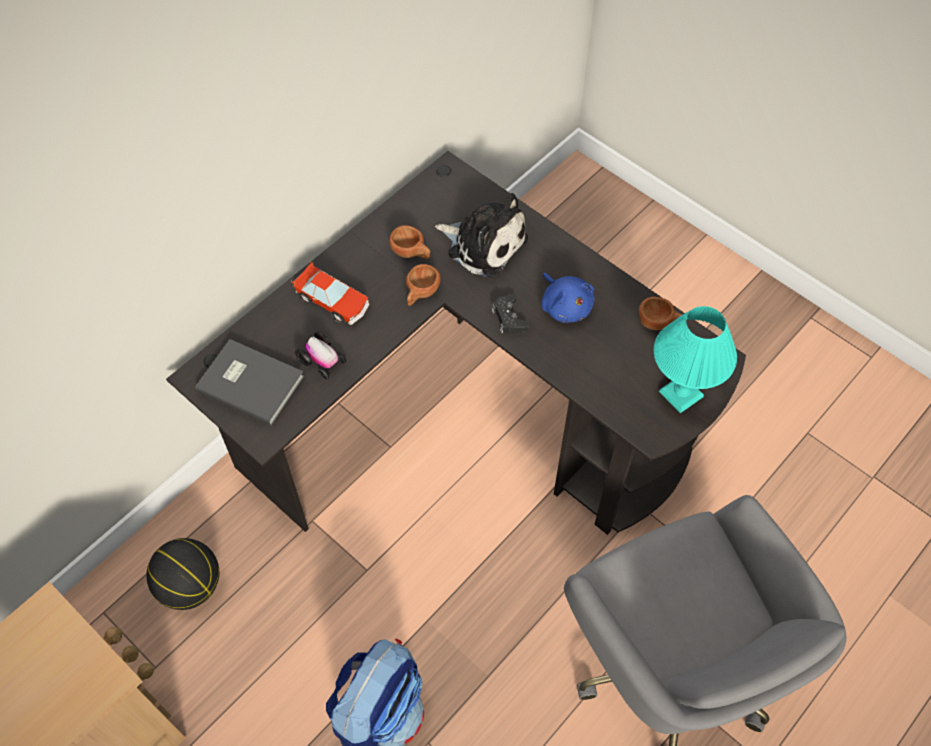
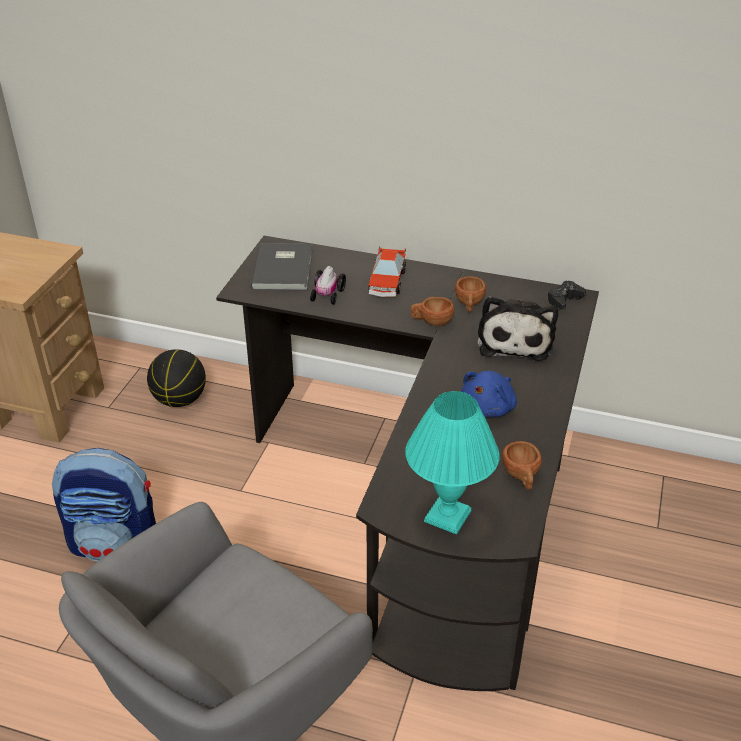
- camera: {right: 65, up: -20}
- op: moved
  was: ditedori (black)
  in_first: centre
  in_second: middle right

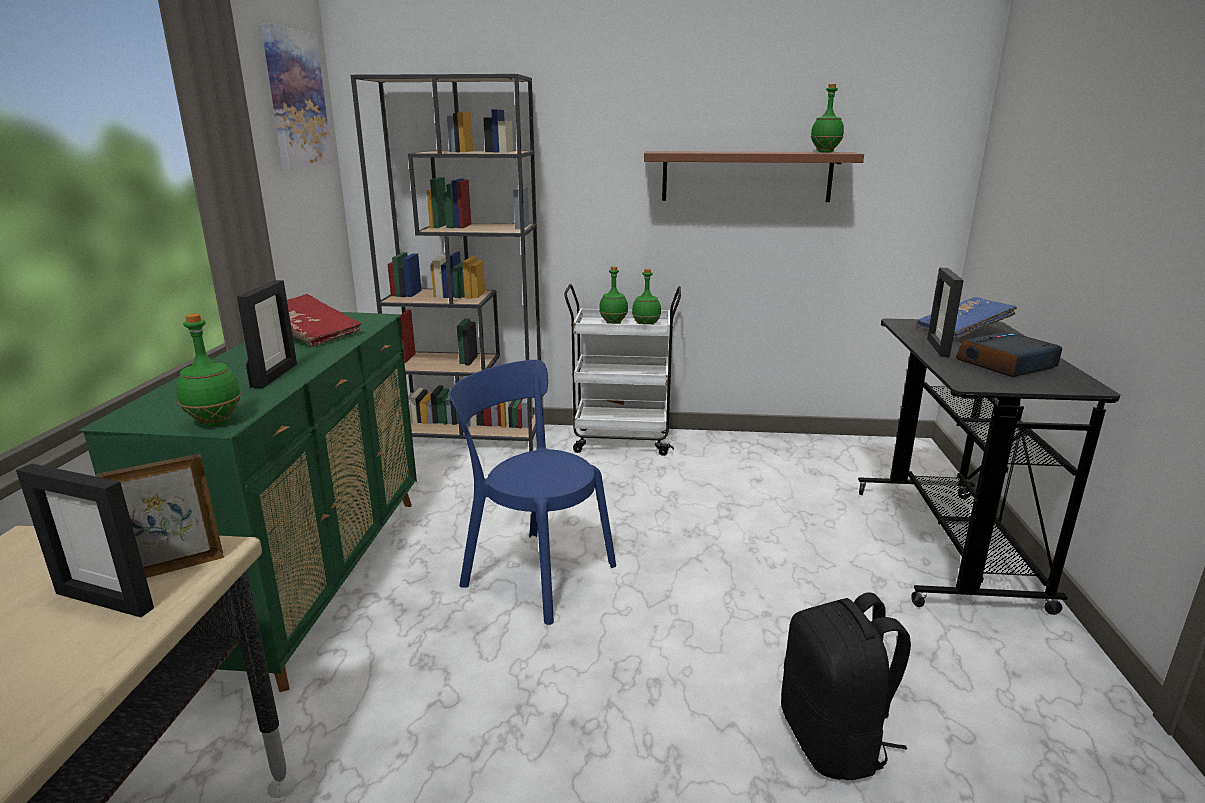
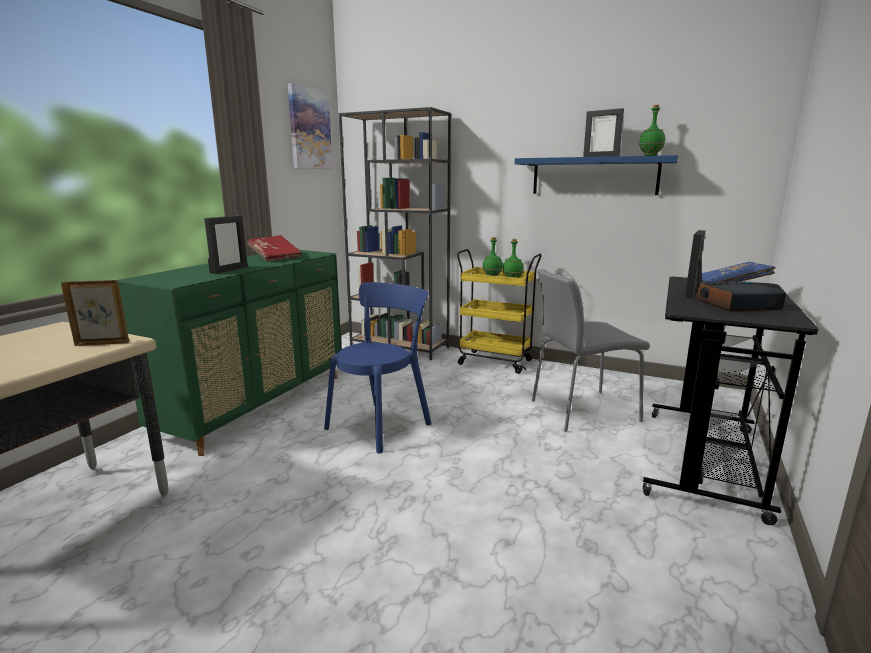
- camera: {right: 20, up: -5}
- op: turned
  was: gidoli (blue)
  in_first: centre
  in_second: centre
  clockwise: 75
- op: recoloured
  was: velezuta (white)
  now: velezuta (yellow)
  in_first: centre
  in_second: centre
- op: recoloured
  was: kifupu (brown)
  now: kifupu (blue)
  in_first: top centre
  in_second: top right
- op: added
  now: gidoli (grey)
  in_second: middle right
- op: moved
  was: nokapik (1st from left in the first image)
  now: nokapik (3rd from left)
  in_first: bottom left
  in_second: top right
- op: removed
  was: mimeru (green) (1st from left)
  in_first: middle left
- op: removed
  was: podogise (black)
  in_first: bottom right

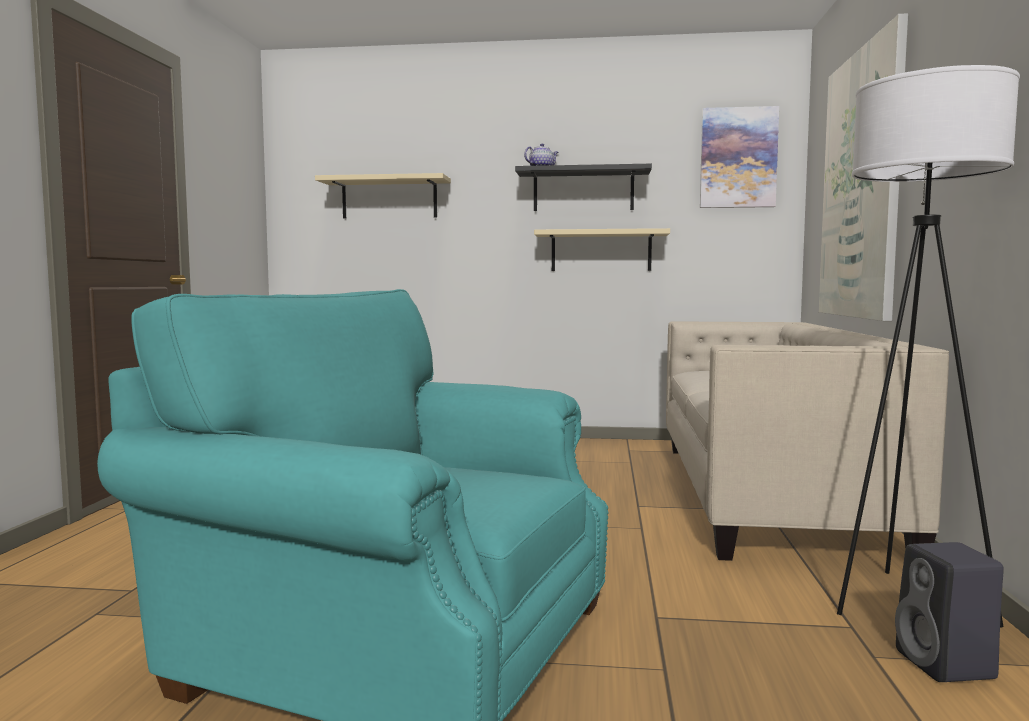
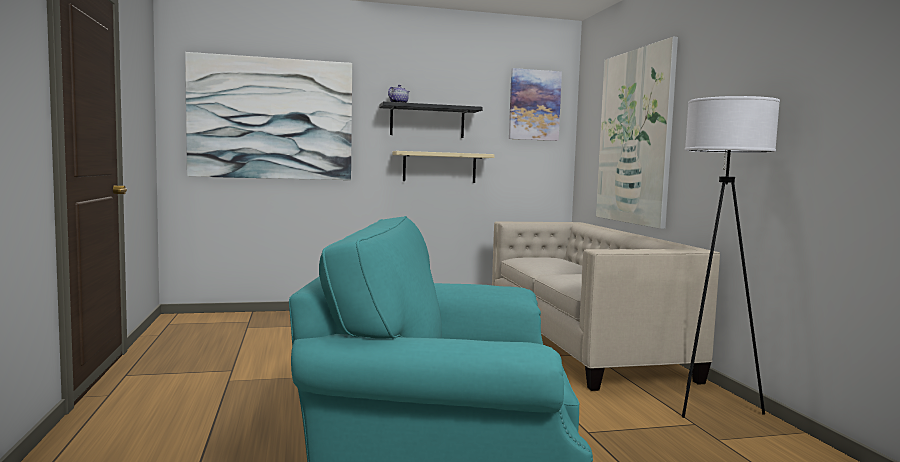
- camera: {right: -20, up: 0}
- op: replaced
  was: kifupu (beige) (1st from left)
  now: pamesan (1st from left)
  in_first: top centre
  in_second: top left
- op: removed
  was: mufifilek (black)
  in_first: bottom right

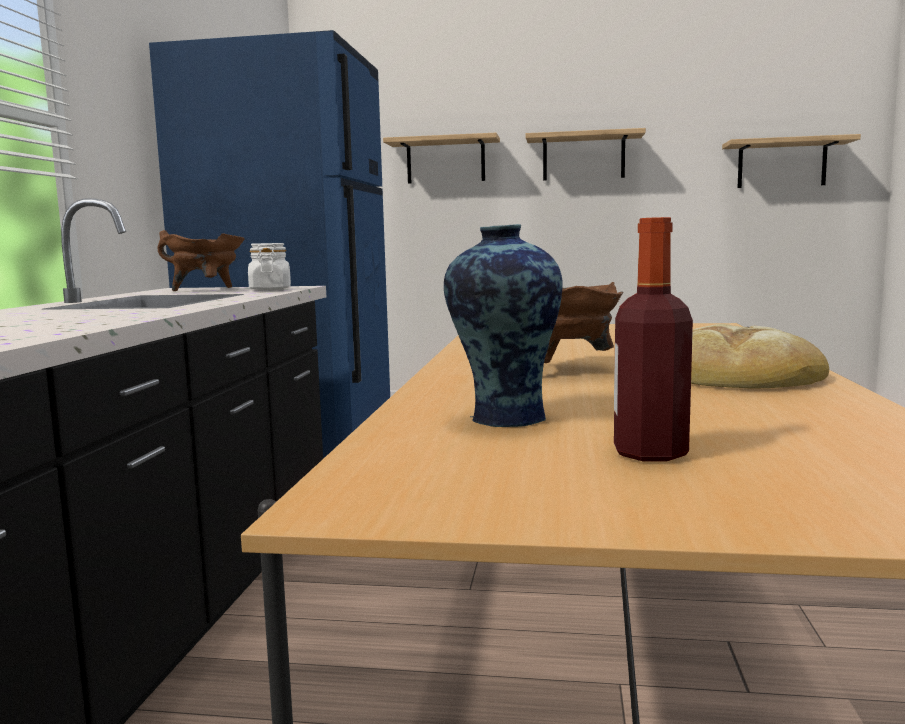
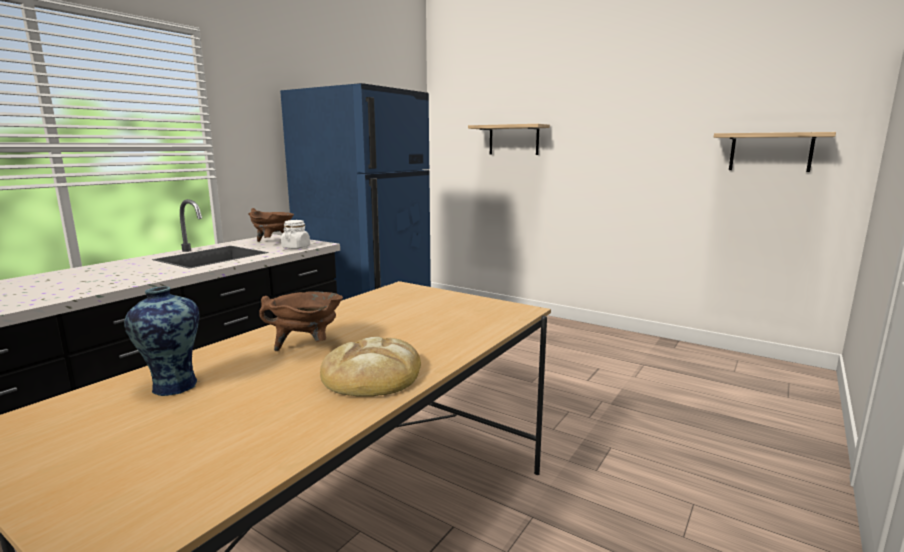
- camera: {right: 25, up: 5}
- op: removed
  was: kifupu (2nd from left)
  in_first: top centre
- op: removed
  was: mimeru
  in_first: middle right

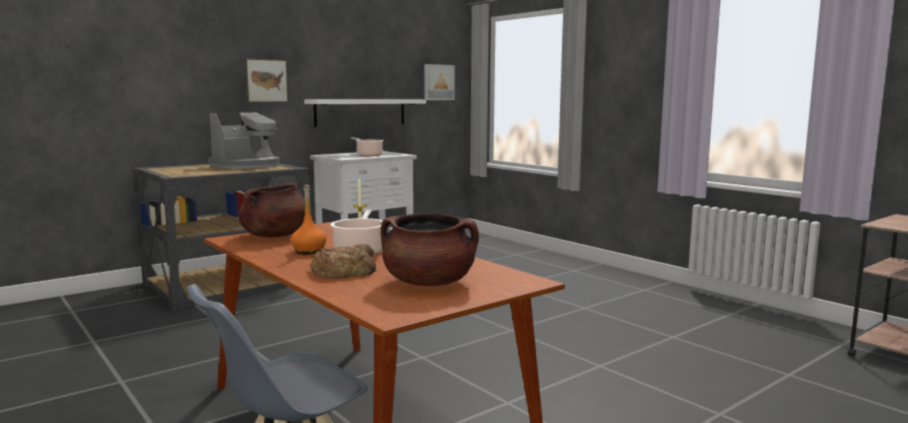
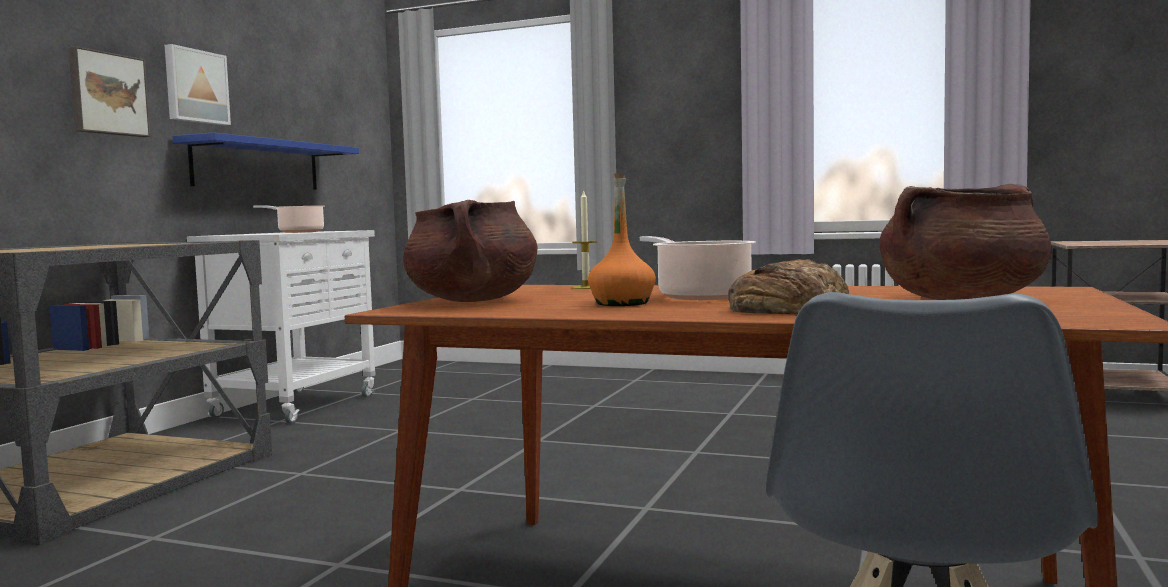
- camera: {right: -30, up: -5}
- op: moved
  was: pamesan (2nd from left)
  in_first: top centre
  in_second: top left
- op: recoloured
  was: kifupu (white)
  now: kifupu (blue)
  in_first: top centre
  in_second: top left
- op: removed
  was: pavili
  in_first: middle left

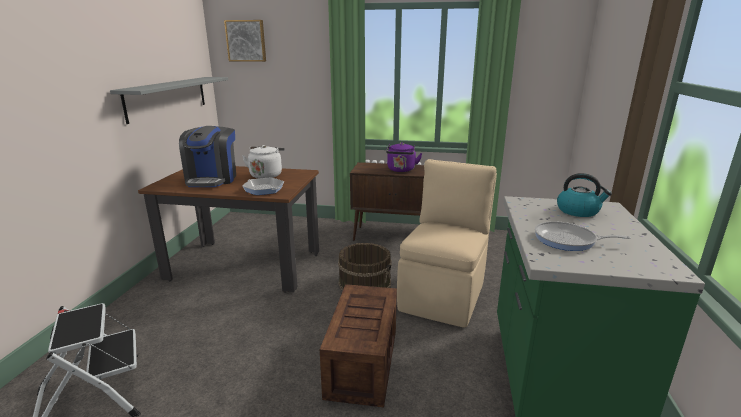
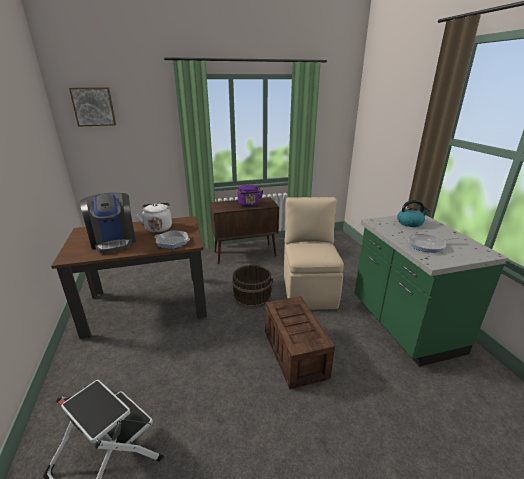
- camera: {right: -25, up: 5}
- op: removed
  was: kifupu (grey)
  in_first: top left

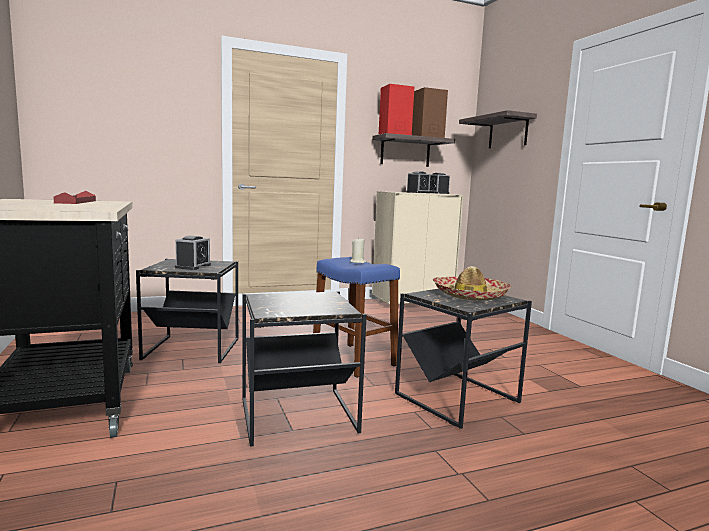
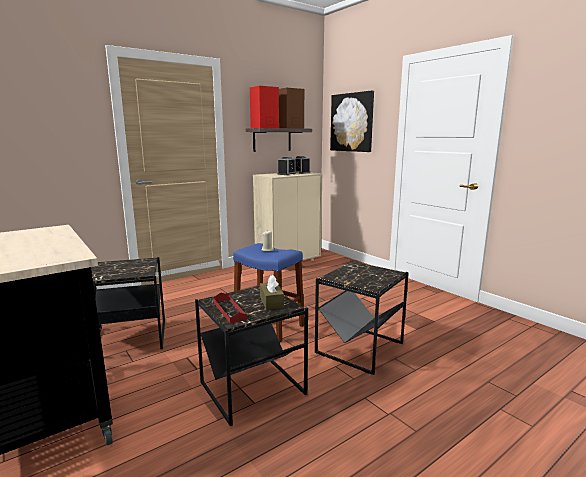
- camera: {right: -15, up: 5}
- op: moved
  was: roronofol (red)
  in_first: middle left
  in_second: centre
- op: added
  now: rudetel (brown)
  in_second: centre
- op: replaced
  was: kifupu (2nd from left)
  now: pamesan
  in_first: top right
  in_second: top centre
- op: removed
  was: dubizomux (1st from left)
  in_first: middle left
- op: removed
  was: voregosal
  in_first: centre

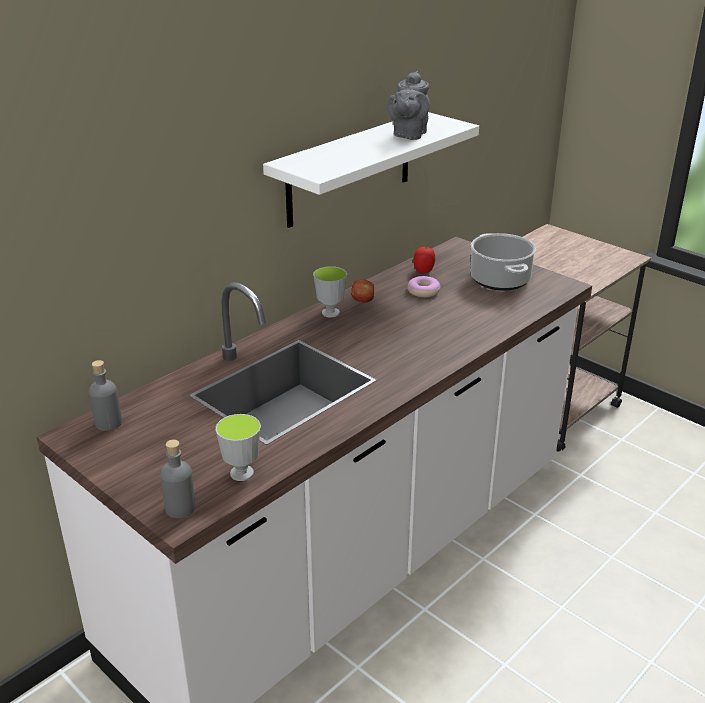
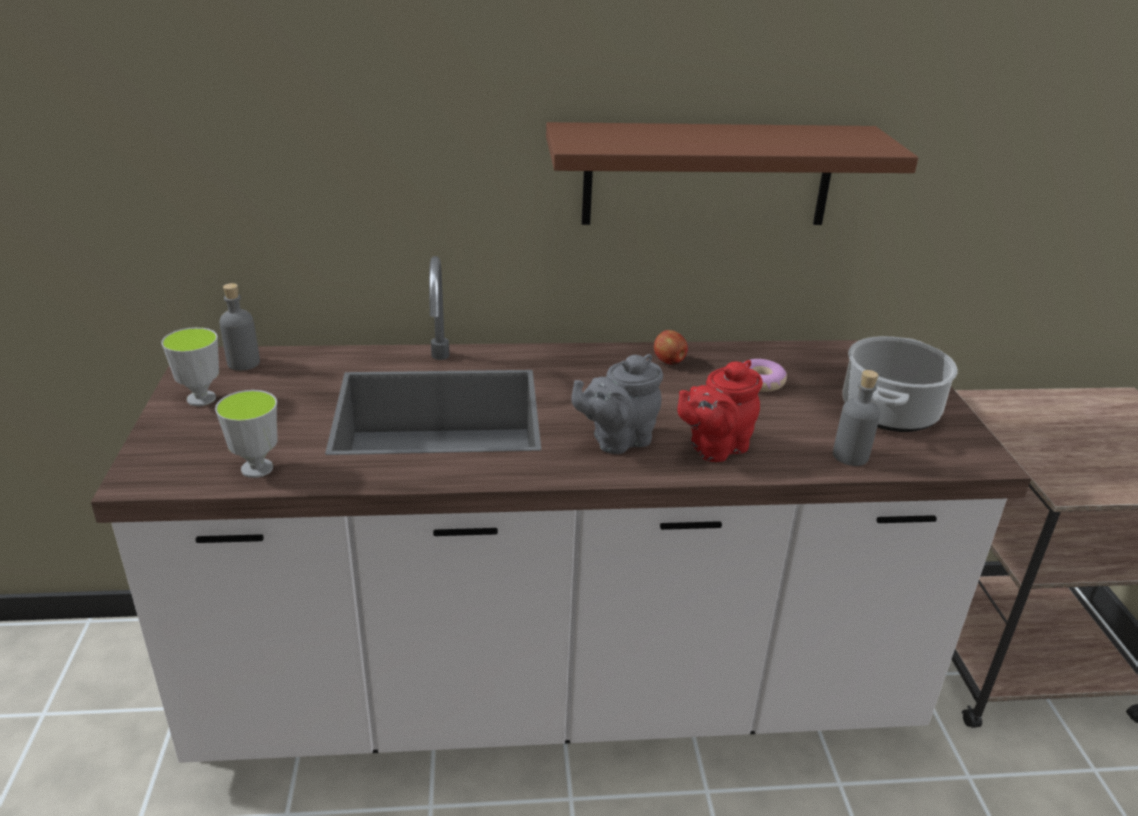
- camera: {right: 40, up: 0}
- op: moved
  was: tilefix (2nd from left in the first image)
  now: tilefix (1st from left)
  in_first: centre
  in_second: middle left
- op: recoloured
  was: kifupu (white)
  now: kifupu (brown)
  in_first: top centre
  in_second: top centre
- op: moved
  was: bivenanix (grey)
  in_first: top centre
  in_second: centre
- op: added
  now: bivenanix (red)
  in_second: centre
- op: moved
  was: mimeru (grey) (2nd from left)
  in_first: bottom left
  in_second: middle right
- op: removed
  was: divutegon
  in_first: centre

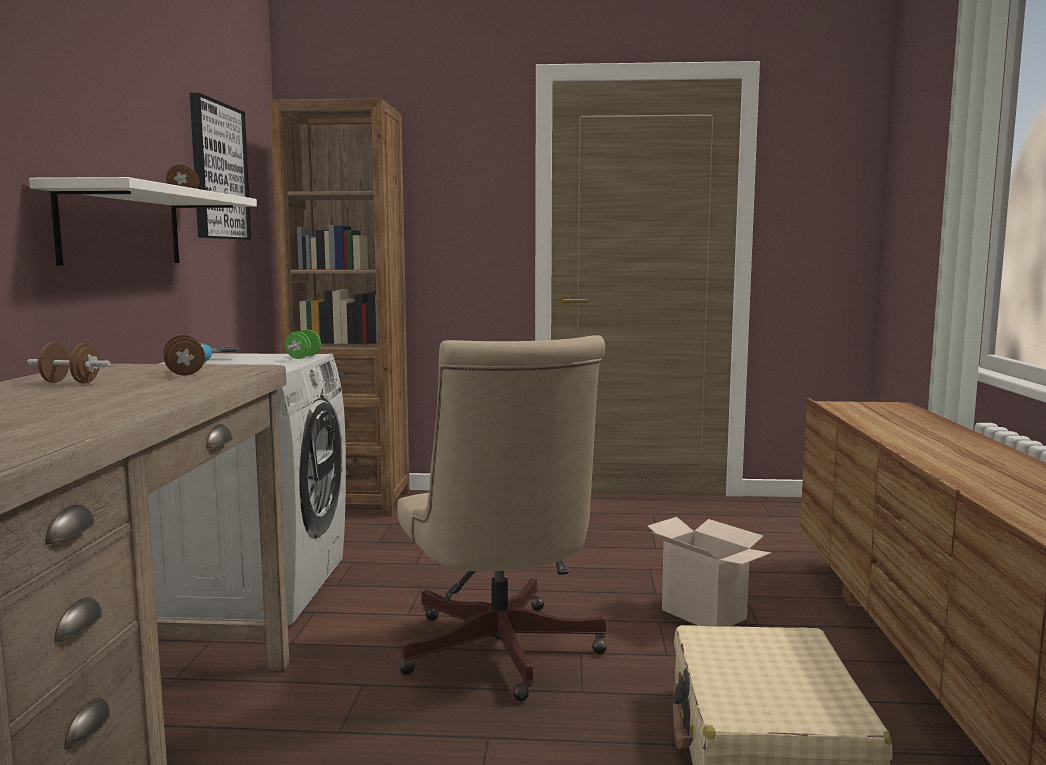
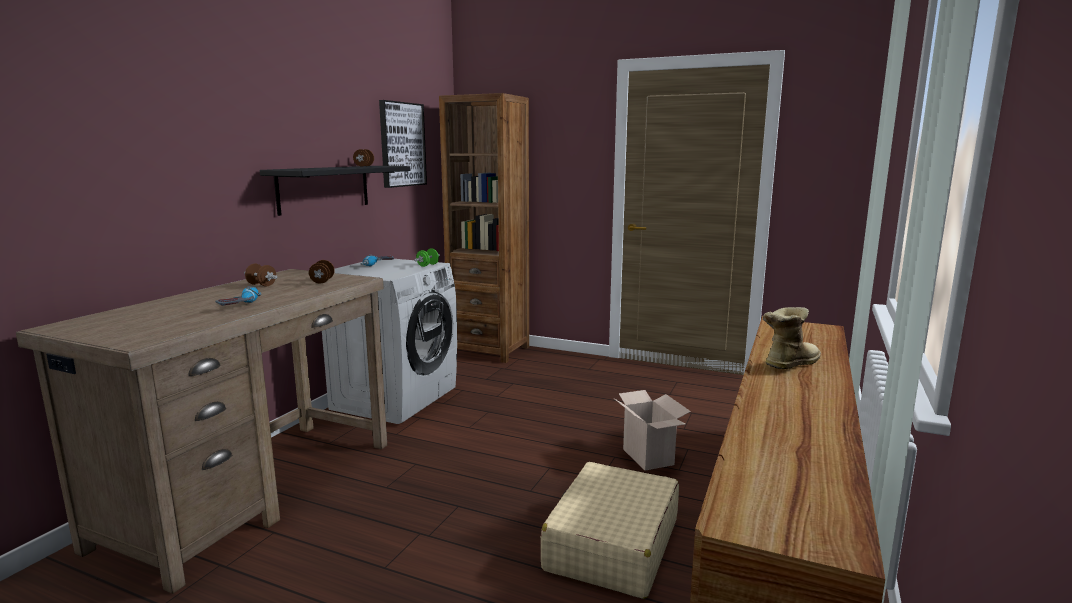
- camera: {right: 20, up: 5}
- op: added
  now: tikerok (1st from left)
  in_second: middle left
- op: recoloured
  was: kifupu (white)
  now: kifupu (black)
  in_first: top left
  in_second: top left
- op: added
  now: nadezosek
  in_second: middle right
- op: removed
  was: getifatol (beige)
  in_first: bottom centre

